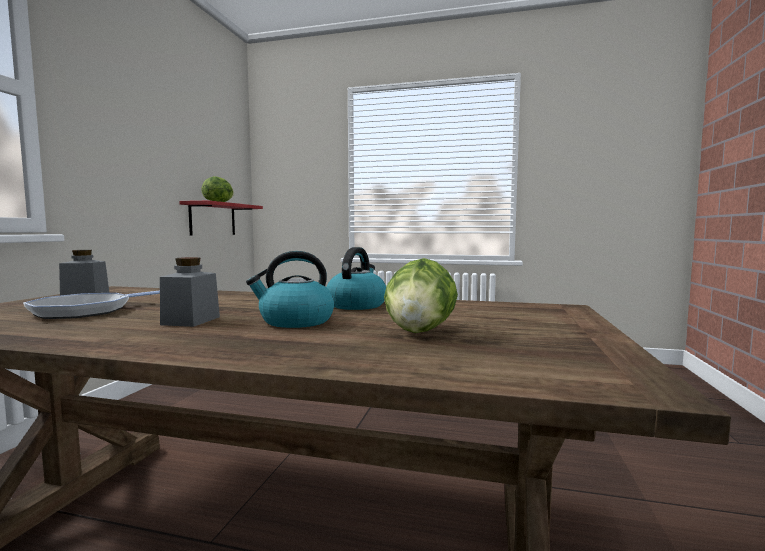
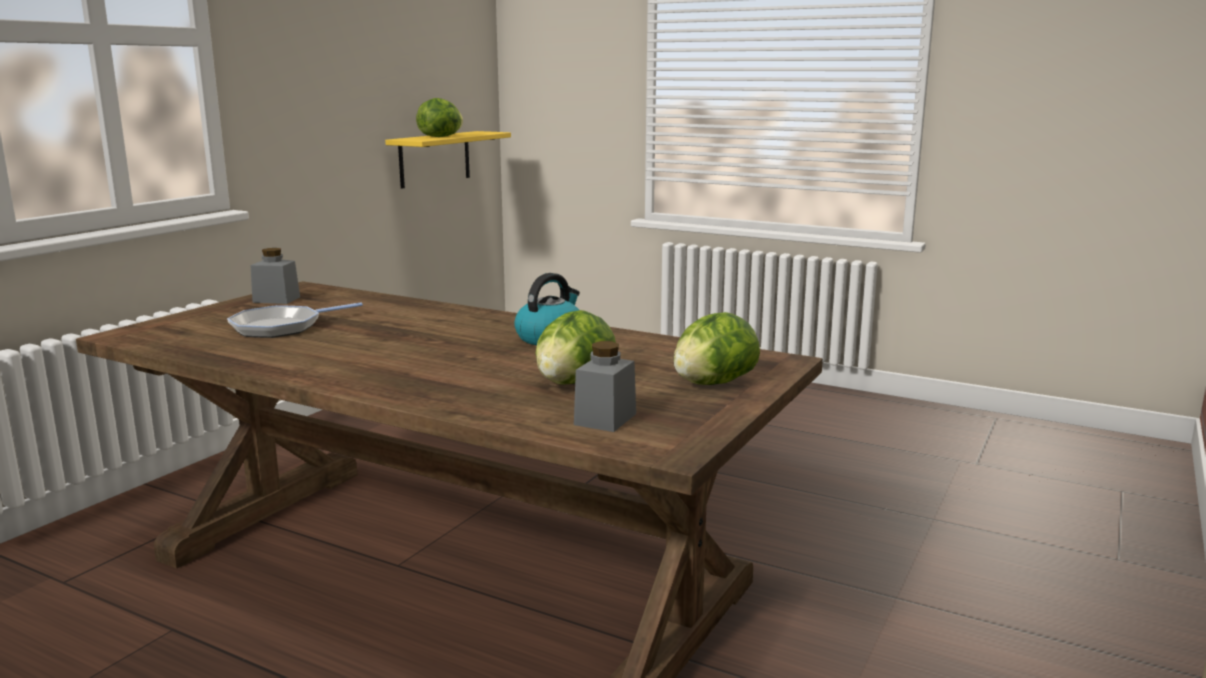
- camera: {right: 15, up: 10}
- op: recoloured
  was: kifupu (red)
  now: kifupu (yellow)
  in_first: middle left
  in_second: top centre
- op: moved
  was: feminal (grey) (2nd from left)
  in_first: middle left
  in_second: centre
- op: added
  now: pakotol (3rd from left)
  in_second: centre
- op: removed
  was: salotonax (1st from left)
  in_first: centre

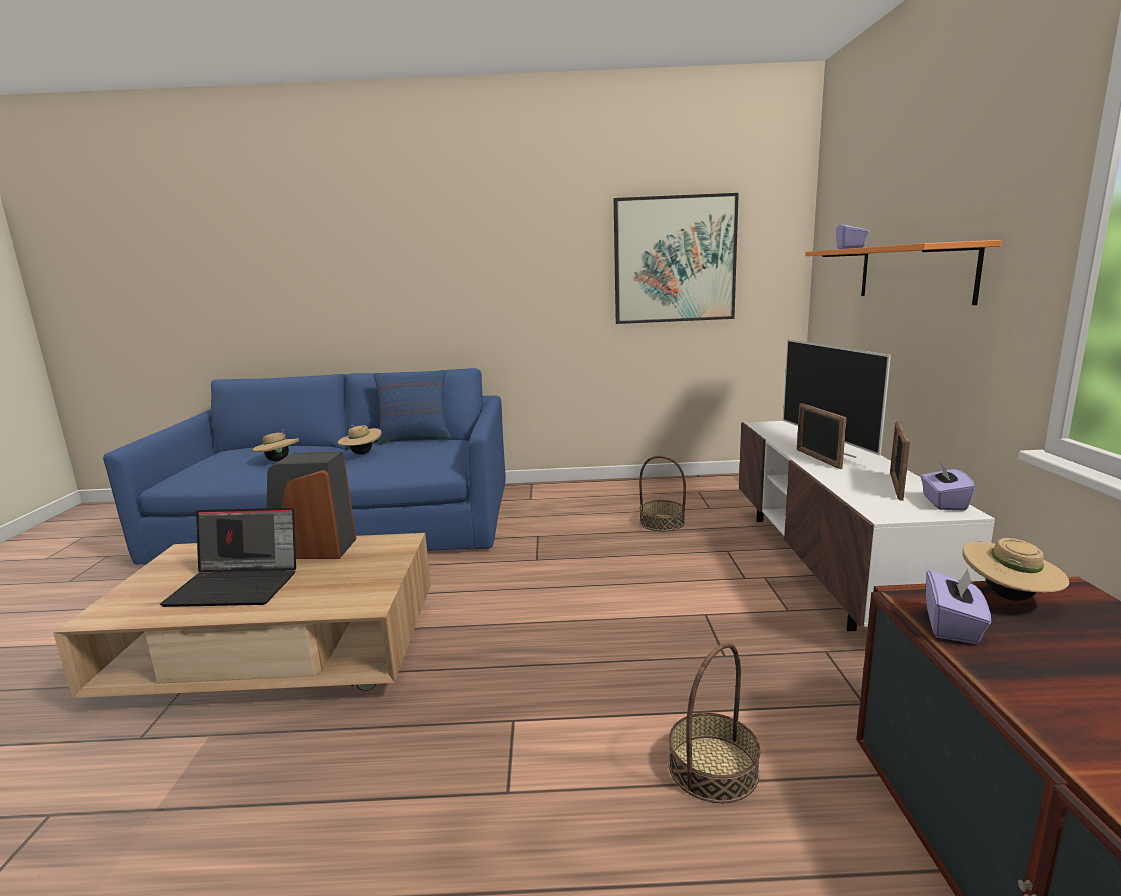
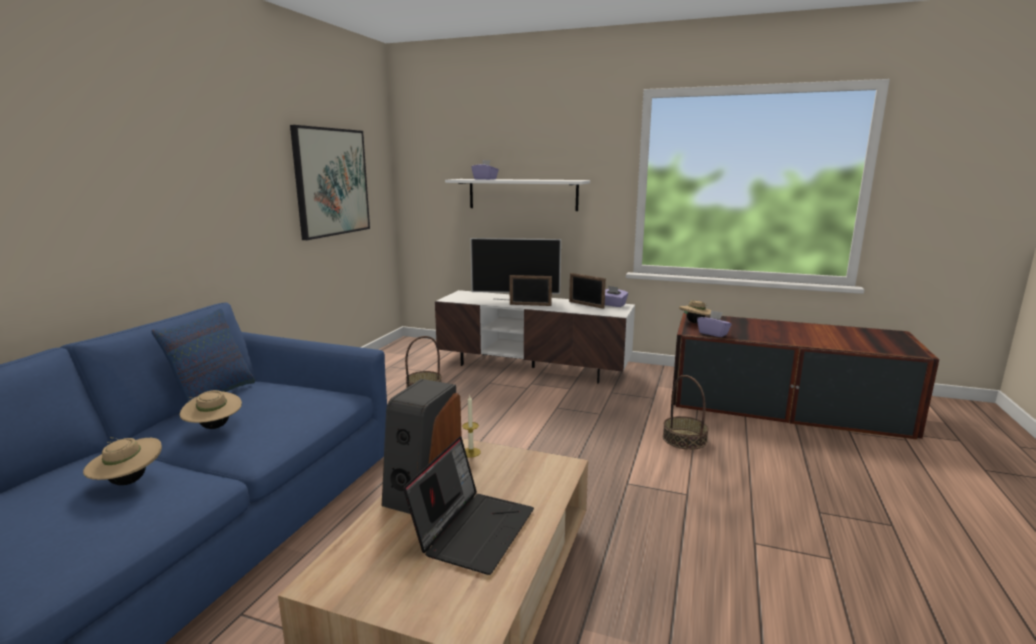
- camera: {right: -70, up: 0}
- op: recoloured
  was: kifupu (orange)
  now: kifupu (white)
  in_first: top right
  in_second: top centre
- op: added
  now: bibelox
  in_second: centre

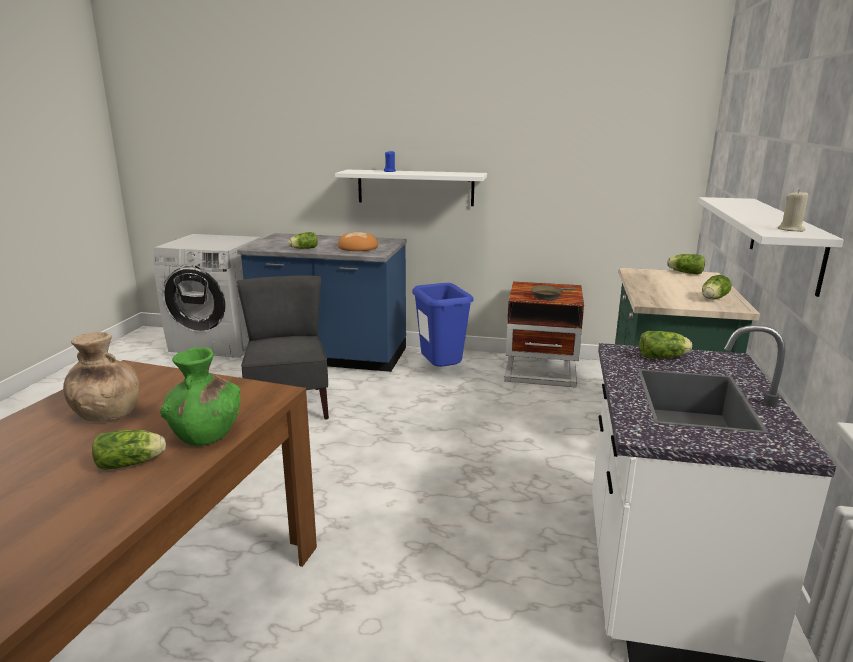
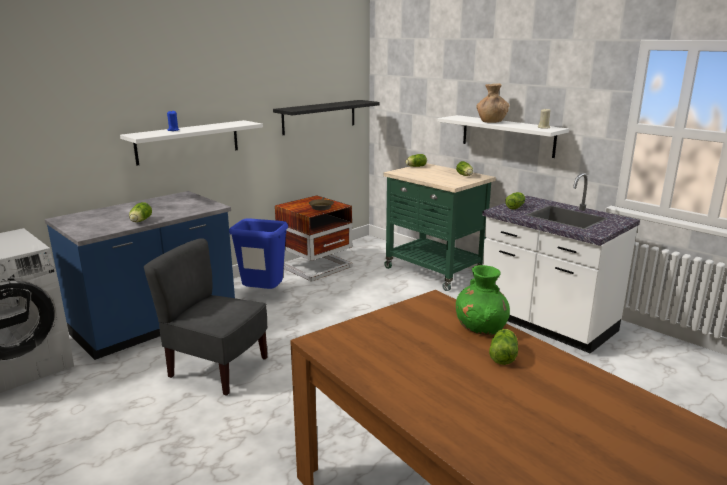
- camera: {right: -55, up: 0}
- op: added
  now: kifupu (black)
  in_second: top centre
- op: moved
  was: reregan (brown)
  in_first: middle left
  in_second: top right
- op: removed
  was: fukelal
  in_first: centre

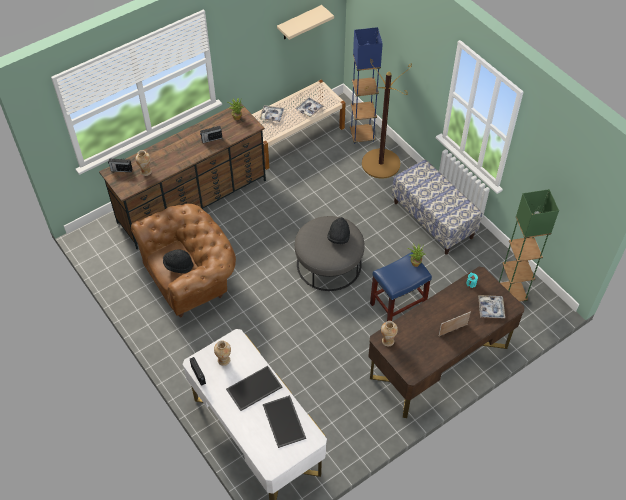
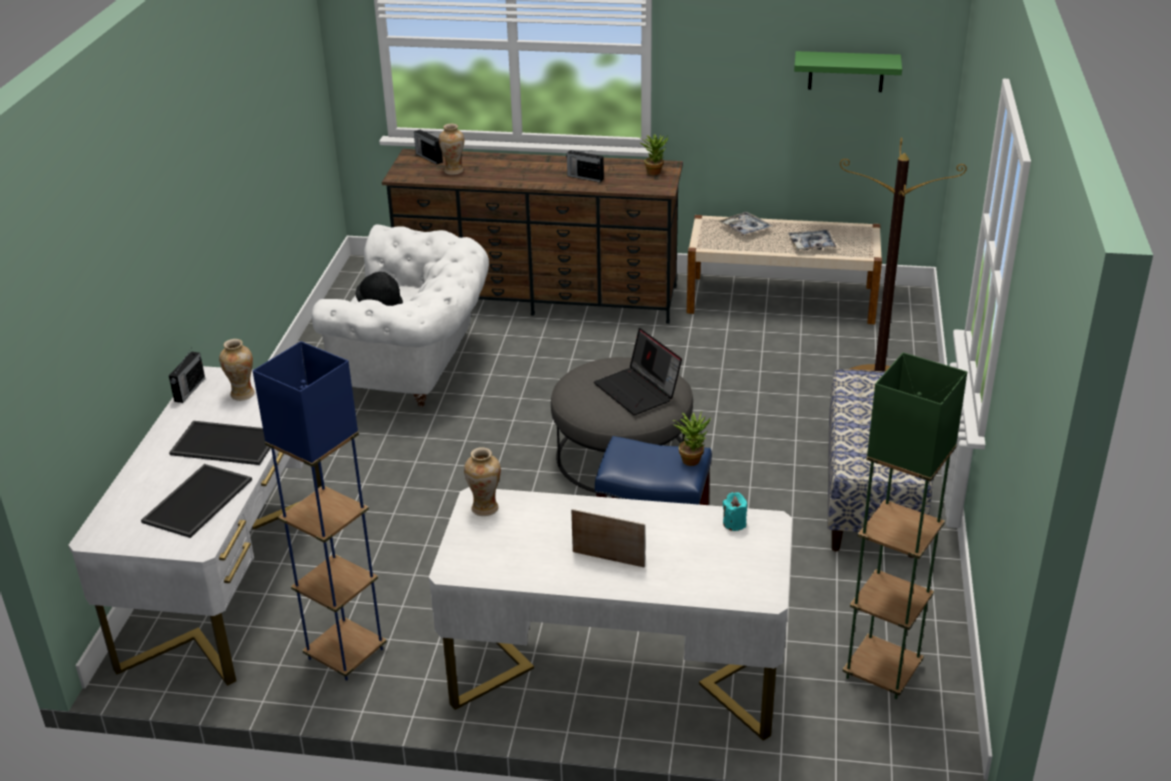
- camera: {right: 45, up: -20}
- op: moved
  was: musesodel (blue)
  in_first: top centre
  in_second: middle left
- op: recoloured
  was: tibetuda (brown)
  now: tibetuda (white)
  in_first: middle left
  in_second: centre
- op: recoloured
  was: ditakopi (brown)
  now: ditakopi (white) (2nd from left)
  in_first: bottom right
  in_second: bottom centre
- op: replaced
  was: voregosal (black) (2nd from left)
  now: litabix
  in_first: centre
  in_second: centre
- op: recoloured
  was: kifupu (beige)
  now: kifupu (green)
  in_first: top centre
  in_second: top right
- op: removed
  was: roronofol (5th from left)
  in_first: middle right

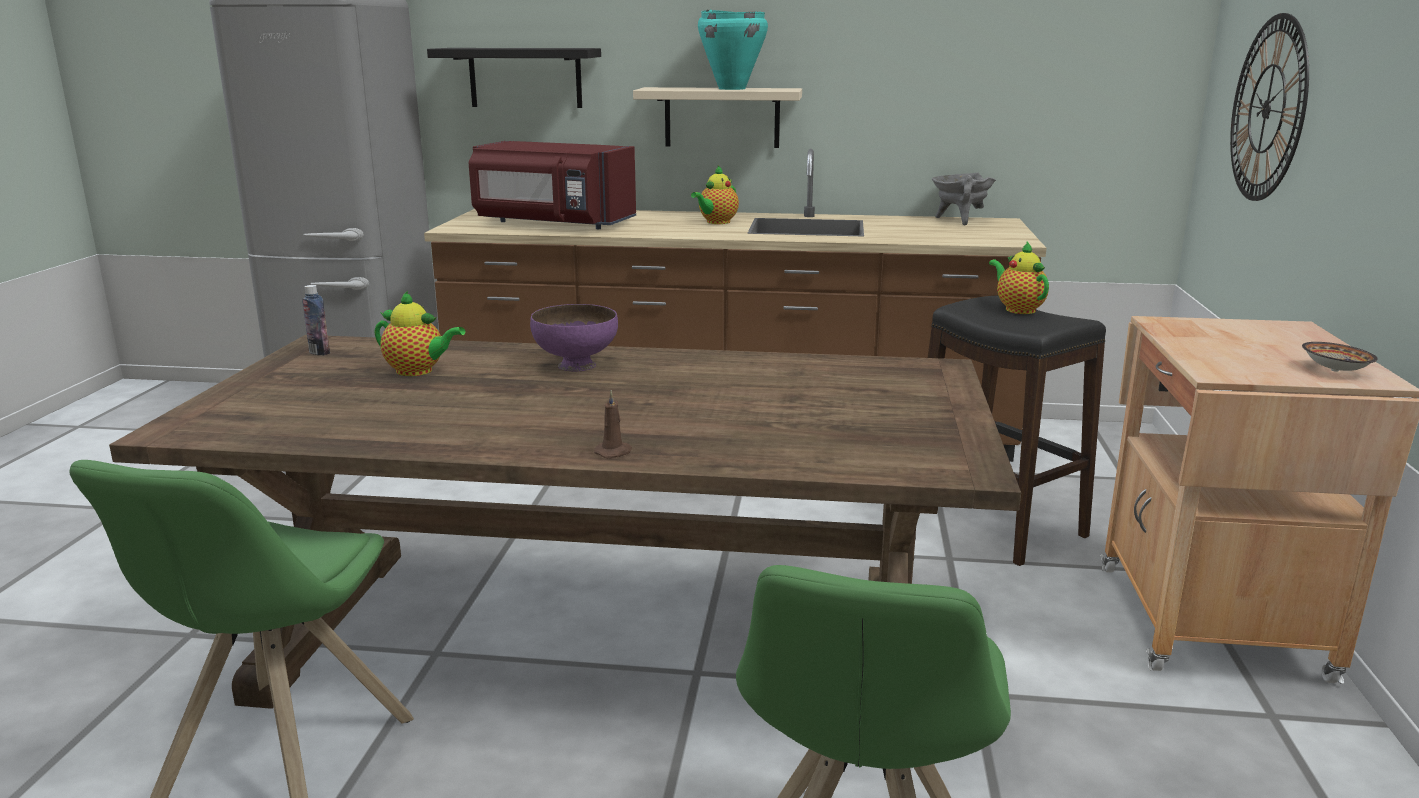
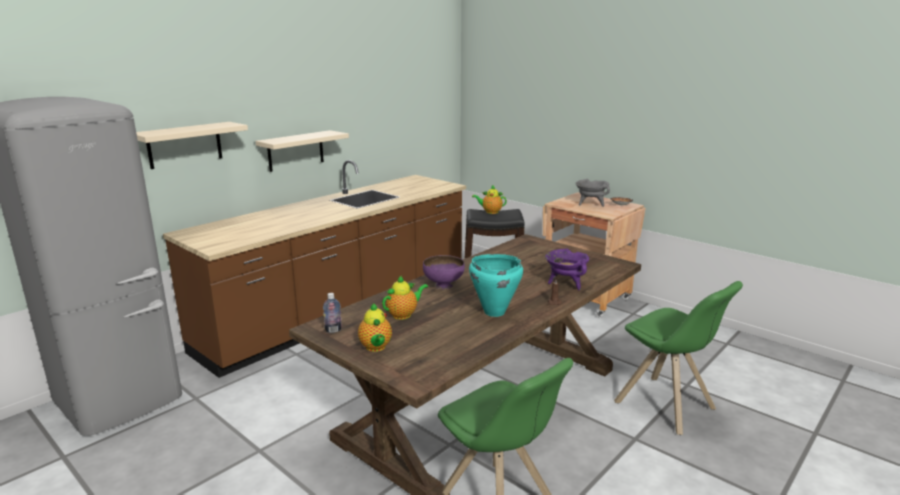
- camera: {right: -55, up: 0}
- op: recoloured
  was: kifupu (black)
  now: kifupu (beige) (1st from left)
  in_first: top centre
  in_second: top left
- op: moved
  was: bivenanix (2nd from left in the first image)
  now: bivenanix (1st from left)
  in_first: top centre
  in_second: centre
- op: moved
  was: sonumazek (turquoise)
  in_first: top centre
  in_second: centre
- op: added
  now: sonumazek (purple)
  in_second: centre
- op: moved
  was: sonumazek (grey)
  in_first: top right
  in_second: centre
- op: removed
  was: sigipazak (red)
  in_first: top centre
- op: removed
  was: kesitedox
  in_first: top right

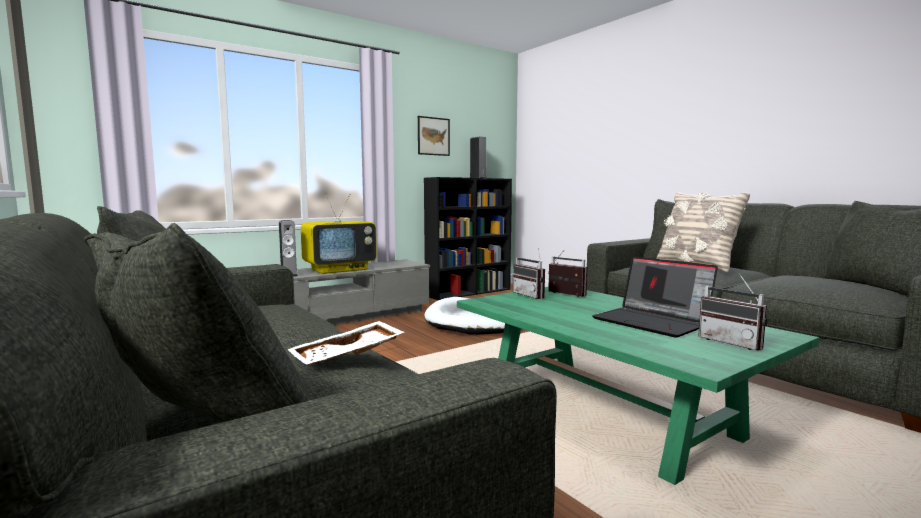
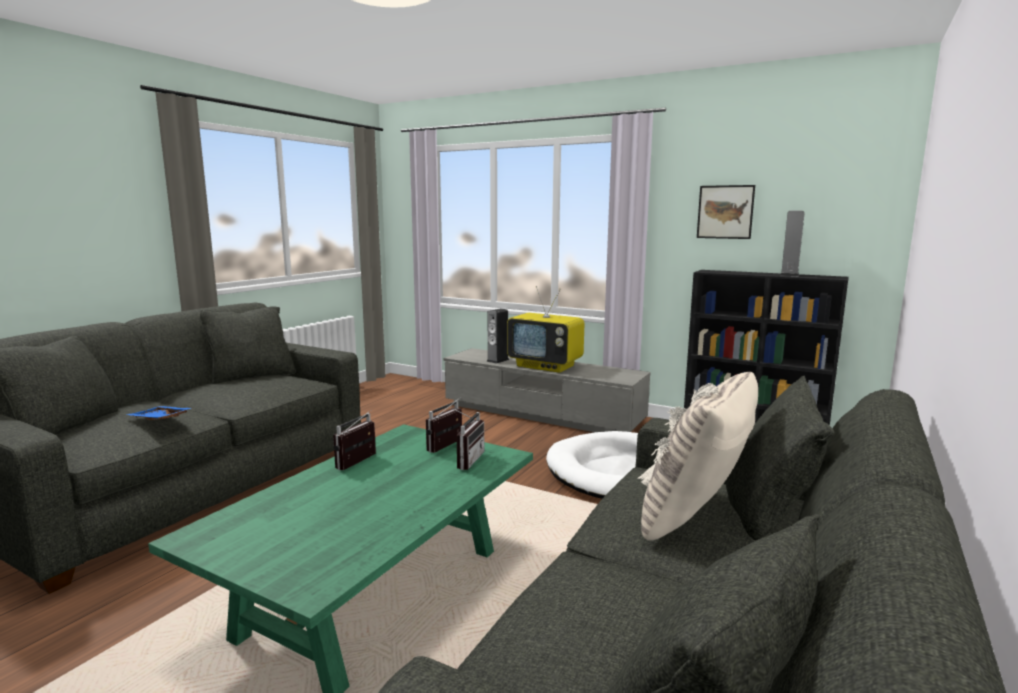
- camera: {right: 65, up: 5}
- op: recoloured
  was: roronofol (white)
  now: roronofol (blue)
  in_first: centre
  in_second: middle left
- op: moved
  was: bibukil (3rd from left in the first image)
  now: bibukil (1st from left)
  in_first: middle right
  in_second: centre
- op: removed
  was: litabix
  in_first: middle right

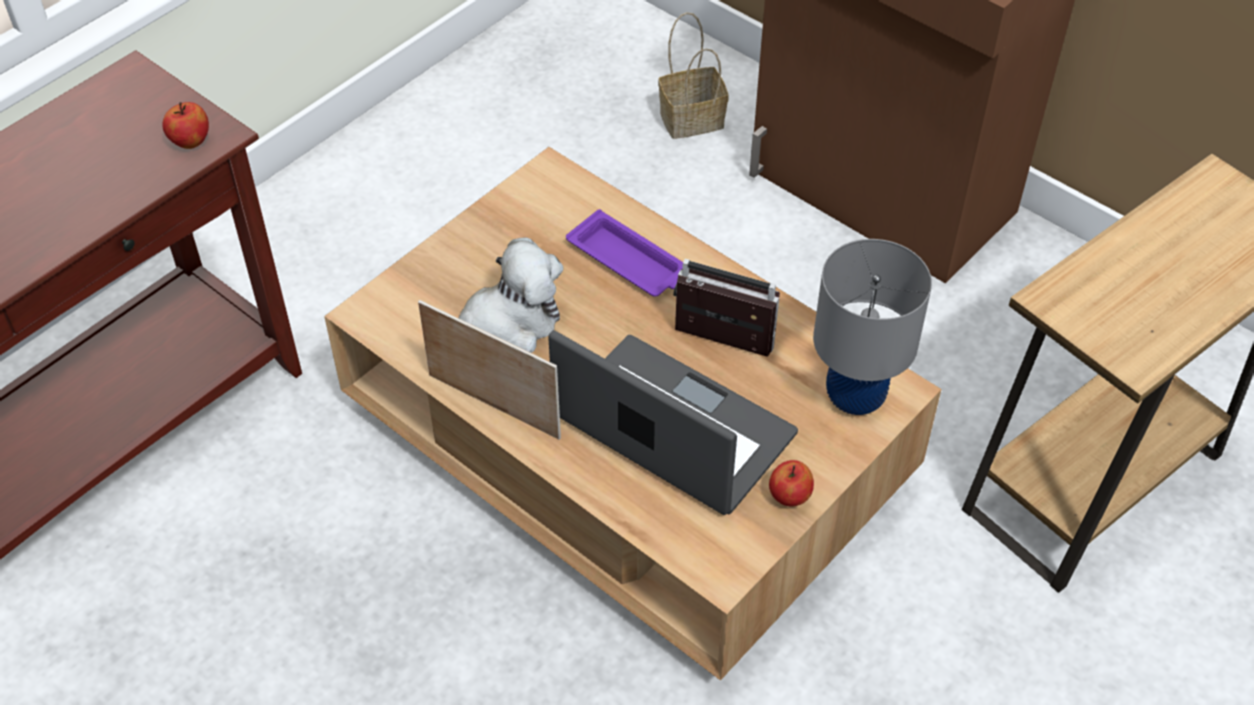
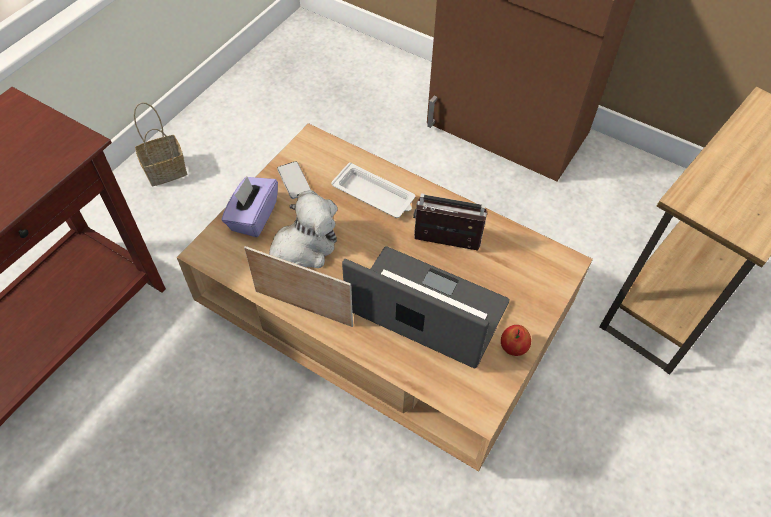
- camera: {right: -10, up: 5}
- op: moved
  was: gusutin
  in_first: top centre
  in_second: top left
- op: added
  now: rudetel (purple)
  in_second: middle left
- op: added
  now: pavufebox
  in_second: centre
- op: recoloured
  was: roronofol (purple)
  now: roronofol (white)
  in_first: centre
  in_second: centre
- op: removed
  was: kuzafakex (1st from left)
  in_first: top left
- op: removed
  was: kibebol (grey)
  in_first: middle right

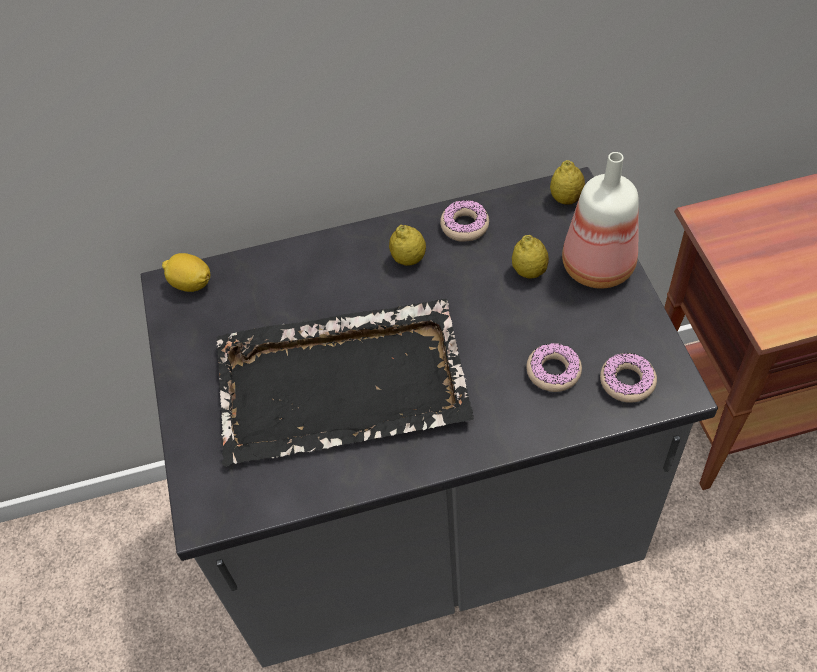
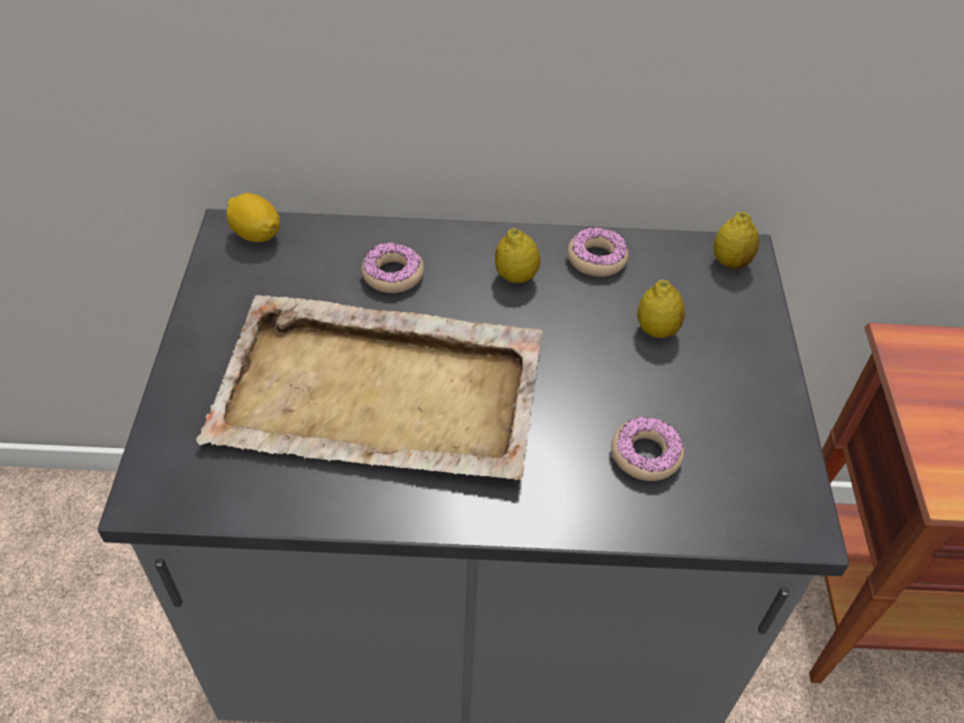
- camera: {right: 10, up: -5}
- op: recoloured
  was: roronofol (black)
  now: roronofol (beige)
  in_first: centre
  in_second: centre
- op: moved
  was: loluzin (3rd from left in the first image)
  now: loluzin (1st from left)
  in_first: middle right
  in_second: centre
- op: removed
  was: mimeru
  in_first: top right

